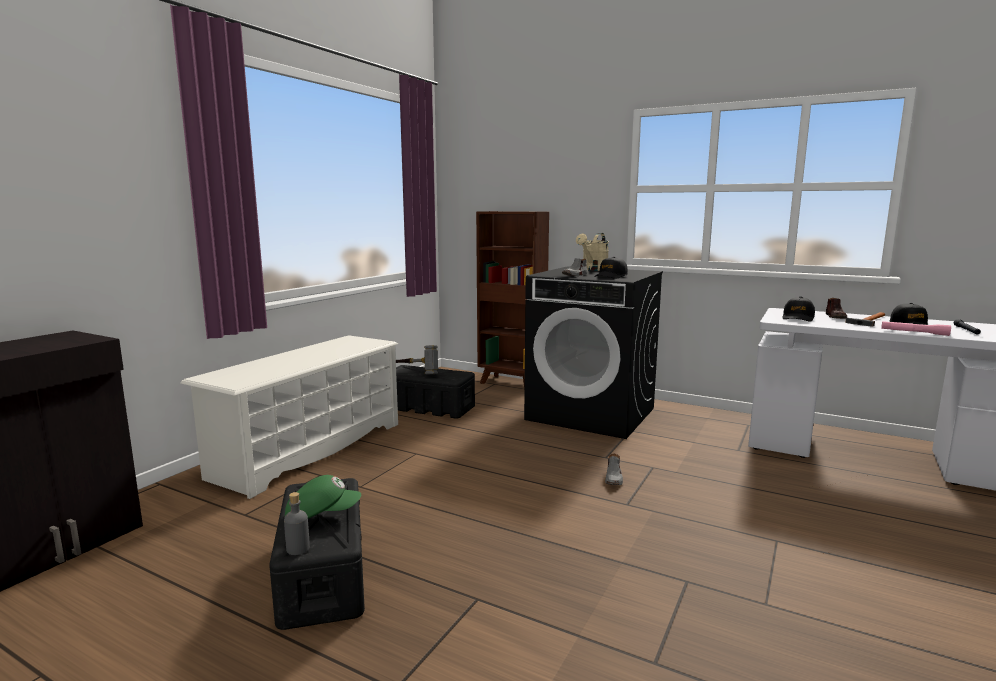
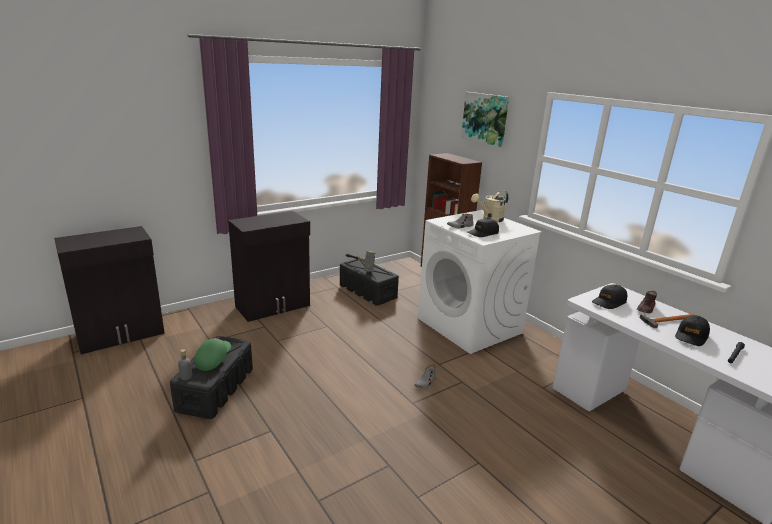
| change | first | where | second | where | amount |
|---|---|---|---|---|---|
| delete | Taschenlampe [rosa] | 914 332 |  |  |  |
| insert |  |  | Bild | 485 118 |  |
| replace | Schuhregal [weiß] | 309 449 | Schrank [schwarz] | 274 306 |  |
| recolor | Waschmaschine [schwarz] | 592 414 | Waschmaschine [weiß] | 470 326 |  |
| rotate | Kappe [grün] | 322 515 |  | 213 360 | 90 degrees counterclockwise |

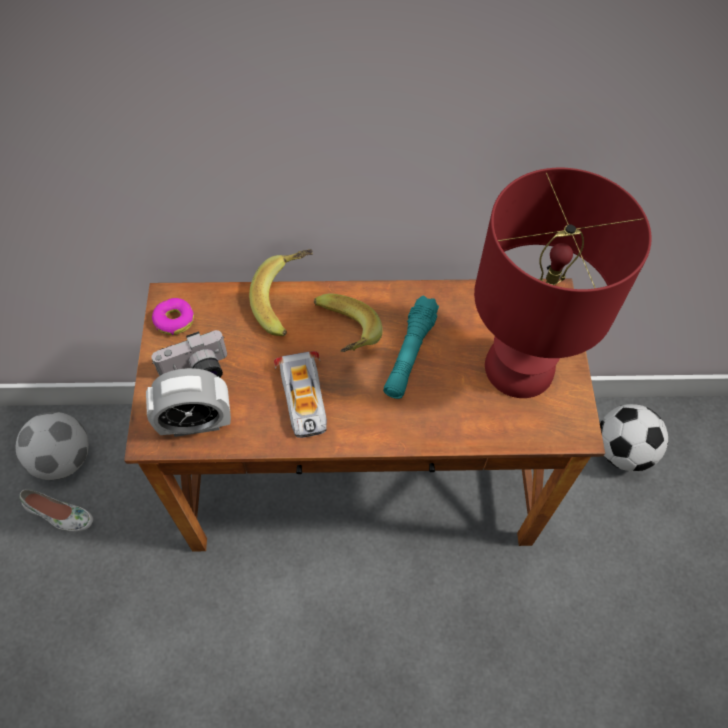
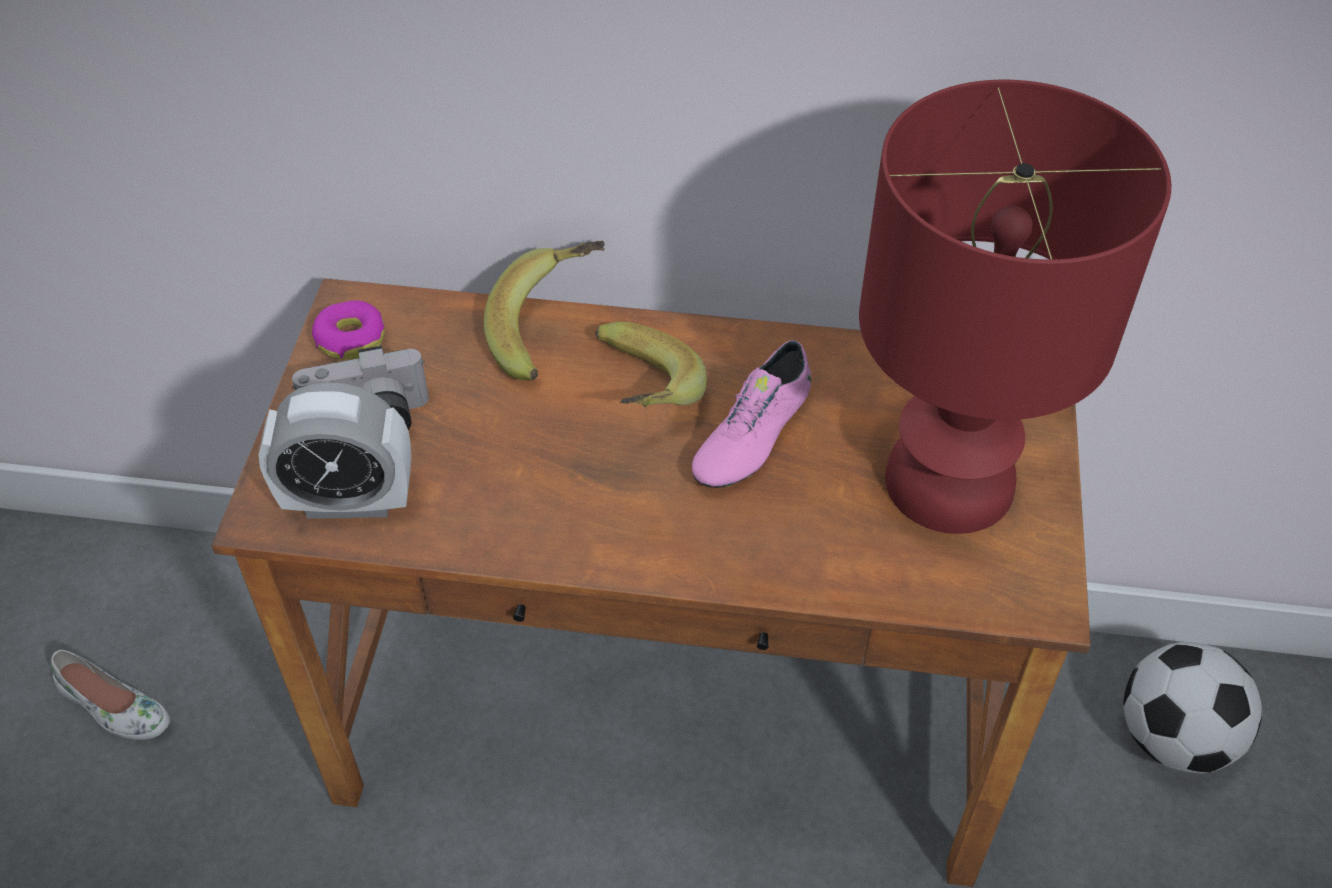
| change | first | where | second | where | amount |
|---|---|---|---|---|---|
| delete | Fußball | 64 459 |  |  |  |
| delete | Spielzeugauto | 304 398 |  |  |  |
| replace | Taschenlampe [türkis] | 410 353 | Schuh [rosa] | 751 436 |  |

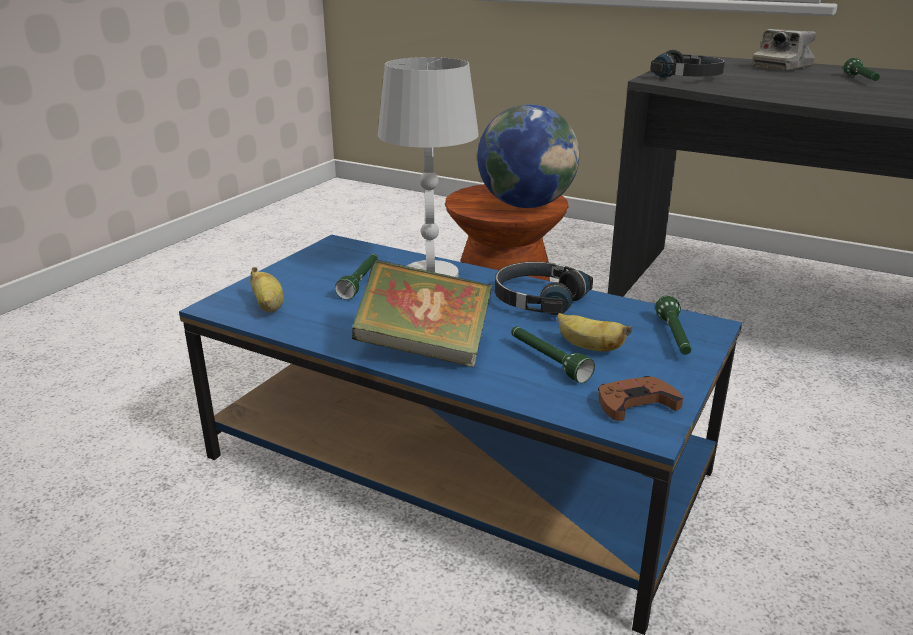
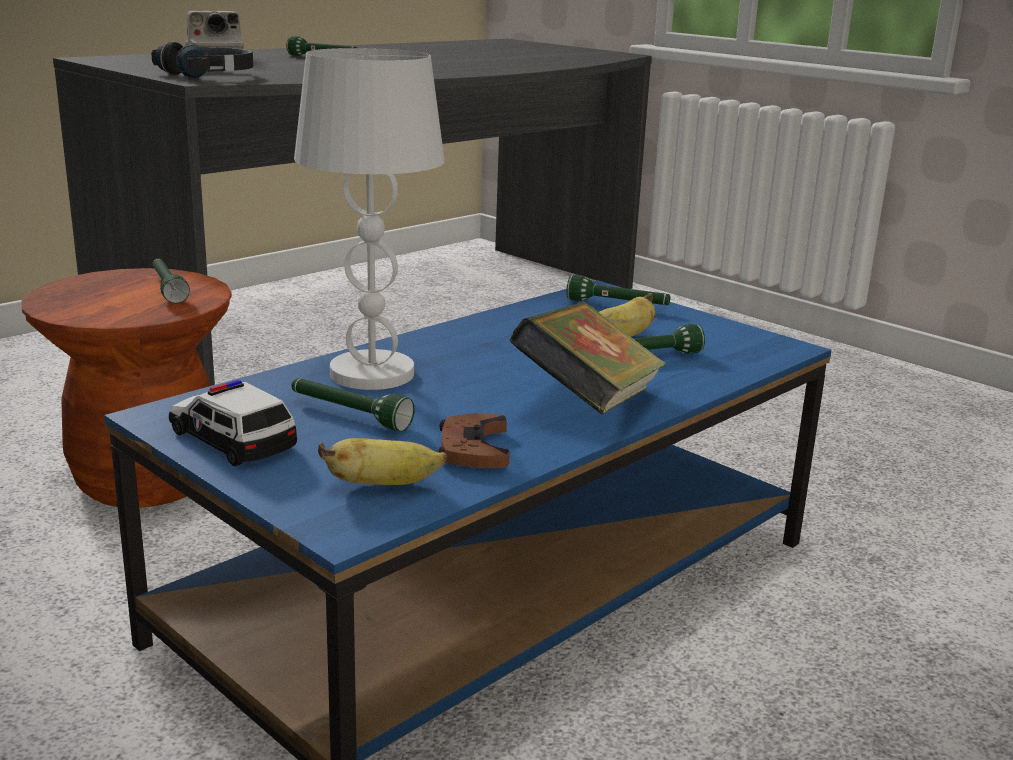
| change | first | where | second | where | amount |
|---|---|---|---|---|---|
| delete | Kopfhörer [schwarz] | 538 299 |  |  |  |
| insert |  |  | Spielzeugauto | 231 438 |  |
| move | Gamepad [braun] | 635 403 |  | 473 449 |  |
| replace | Globus | 525 205 | Taschenlampe [grün] | 167 289 |  |

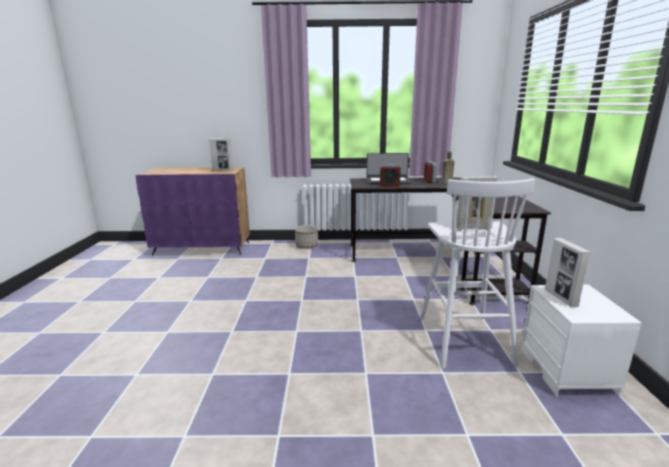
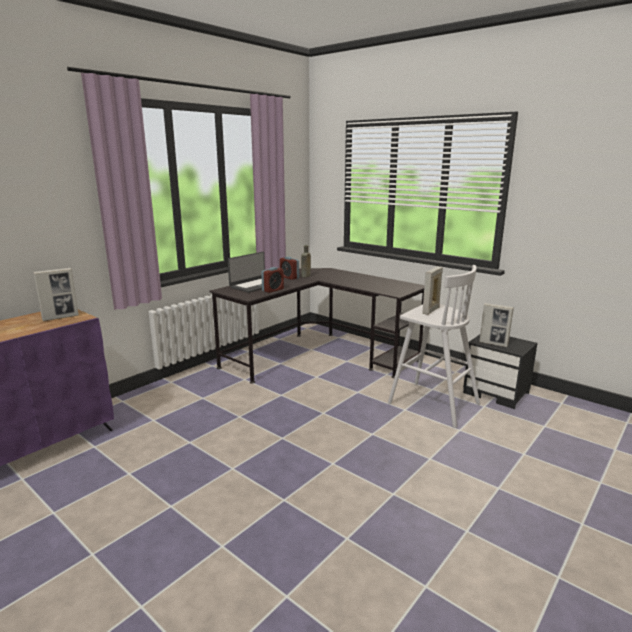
| change | first | where | second | where | amount |
|---|---|---|---|---|---|
| delete | Pflanzkübel | 307 246 |  |  |  |
| recolor | Nachttisch [weiß] | 568 371 | Nachttisch [schwarz] | 497 393 |  |

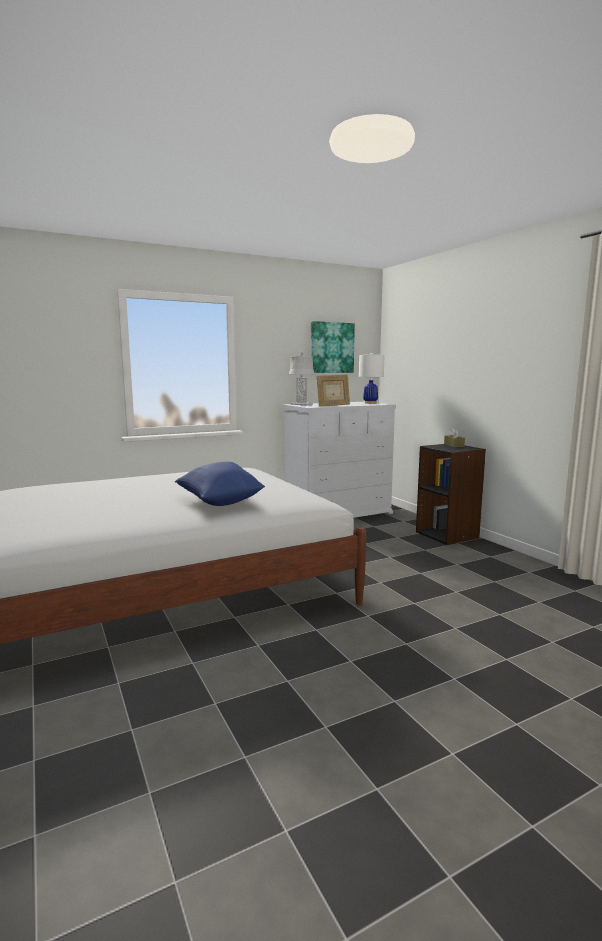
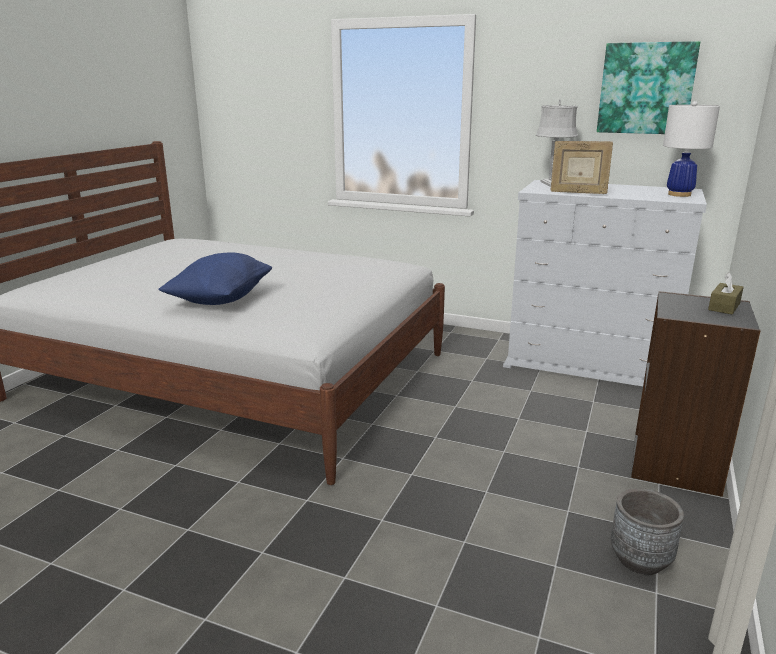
| change | first | where | second | where | amount |
|---|---|---|---|---|---|
| insert |  |  | Pflanzkübel [grau] | 640 560 |  |

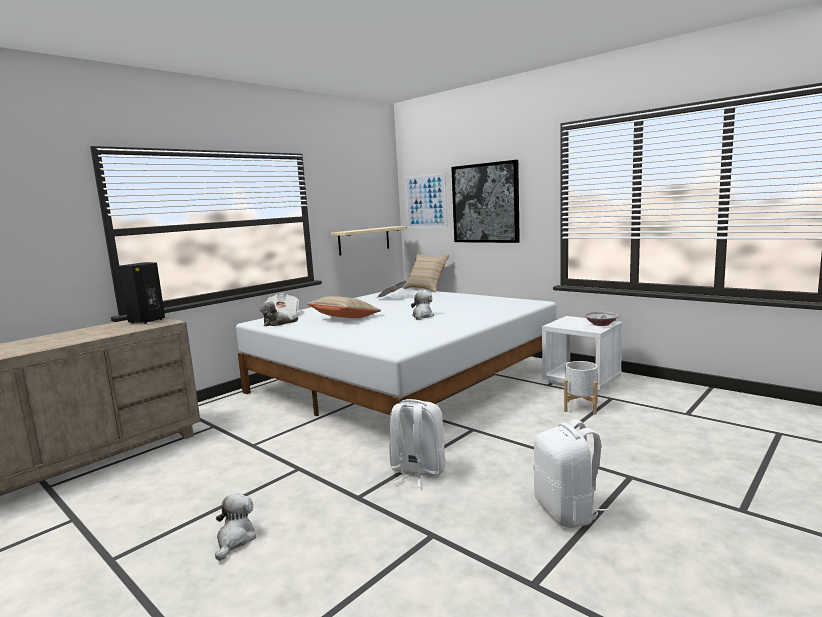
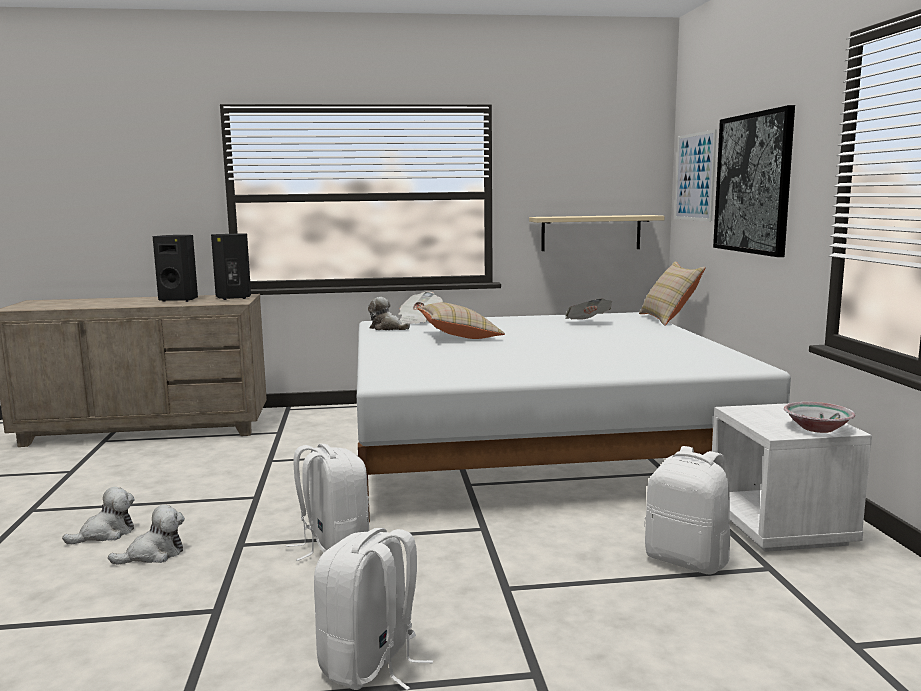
| change | first | where | second | where | amount |
|---|---|---|---|---|---|
| insert |  |  | Lautsprecher [schwarz] | 179 300 |  |
| move | Plüschtier | 422 316 |  | 154 554 |  |
| replace | Pflanzkübel [weiß] | 580 407 | Rucksack [weiß] | 687 560 |  |

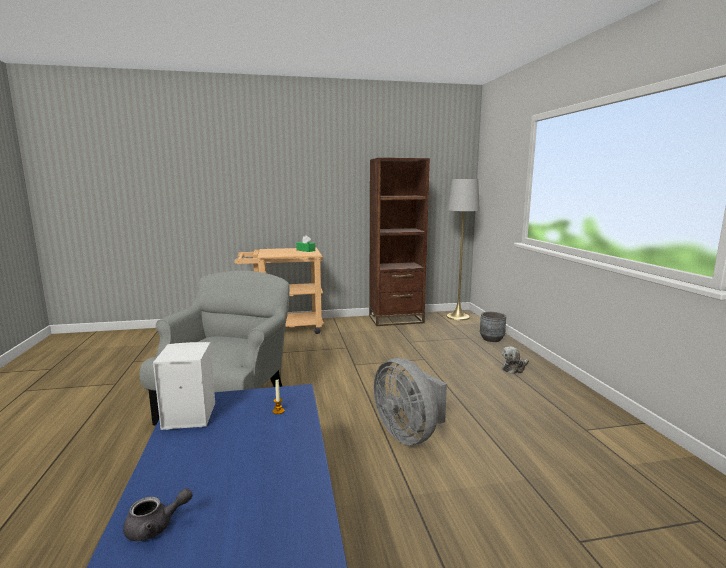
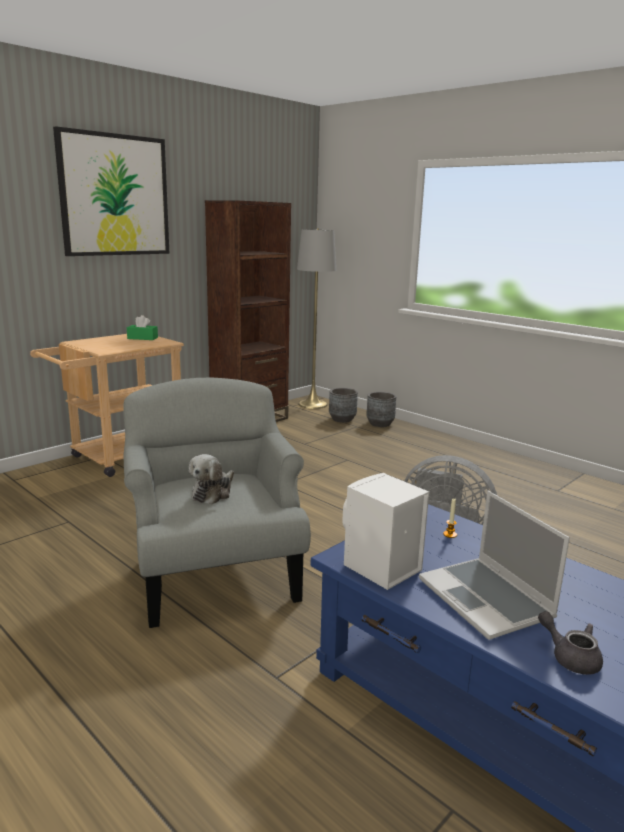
| change | first | where | second | where | amount |
|---|---|---|---|---|---|
| insert |  |  | Bild | 115 195 |  |
| insert |  |  | Pflanzkübel [grau] | 342 419 |  |
| insert |  |  | Laptop | 487 599 |  |
| move | Plüschtier | 514 368 |  | 213 493 |  |
| rotate | Teekanne [grau] | 156 527 |  | 570 657 | 75 degrees counterclockwise |

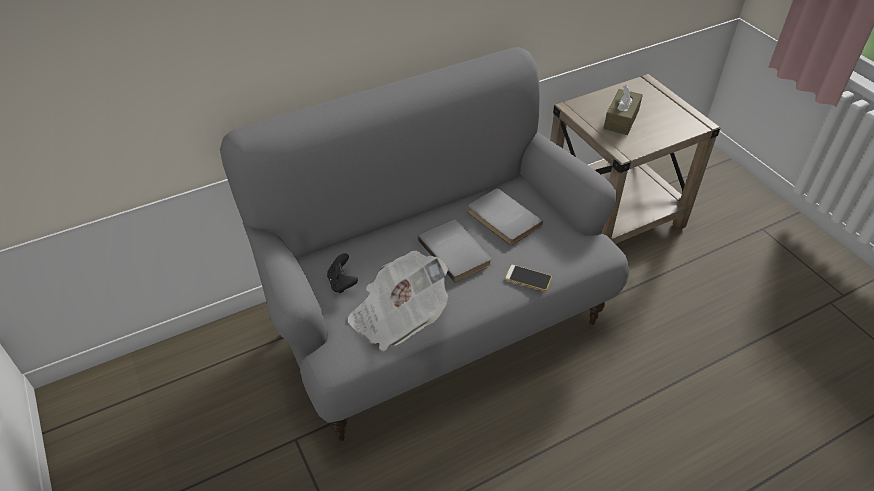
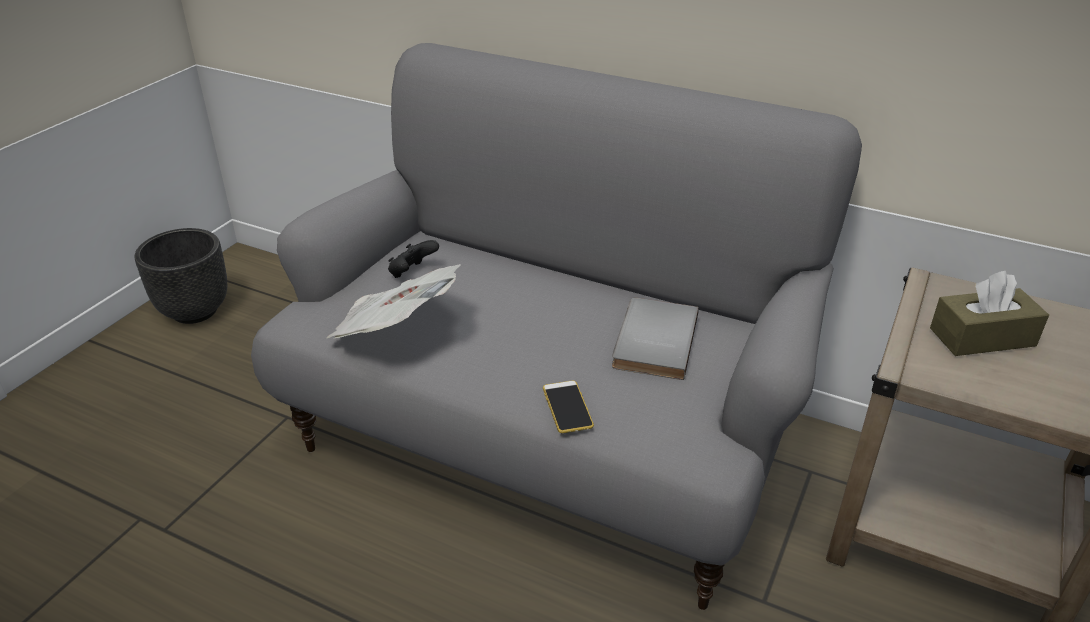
| change | first | where | second | where | amount |
|---|---|---|---|---|---|
| delete | Buch [grau] | 456 251 |  |  |  |
| insert |  |  | Pflanzkübel [schwarz] | 195 311 |  |

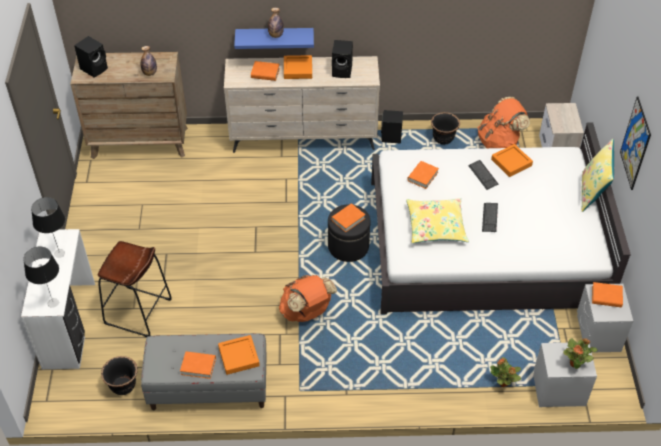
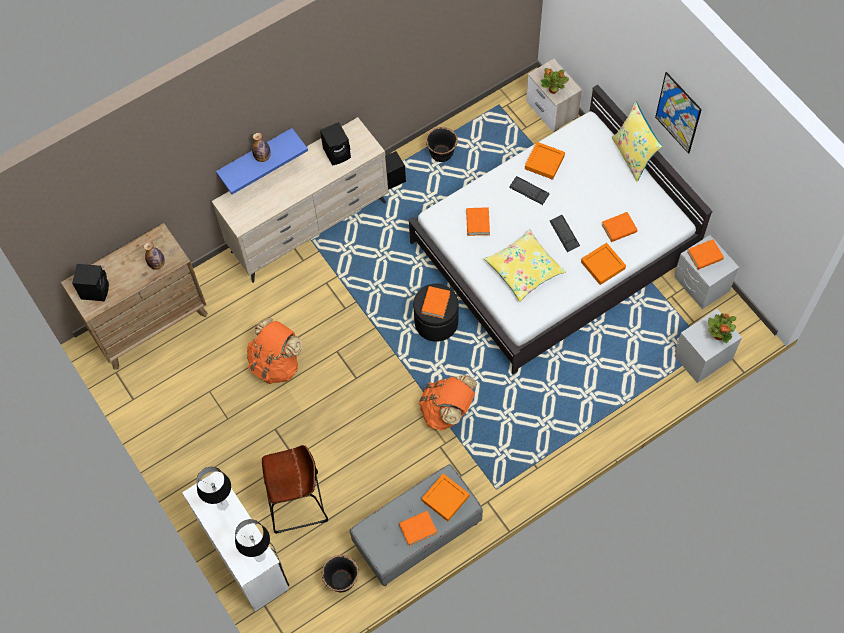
| change | first | where | second | where | amount |
|---|---|---|---|---|---|
| move | Buch [orange] | 265 73 |  | 619 228 |  |
| move | Tablett [orange] | 298 69 |  | 603 265 |  |
| move | Rucksack [orange] | 499 142 |  | 276 363 |  |
| move | Topfpflanze | 503 383 |  | 553 90 |  |

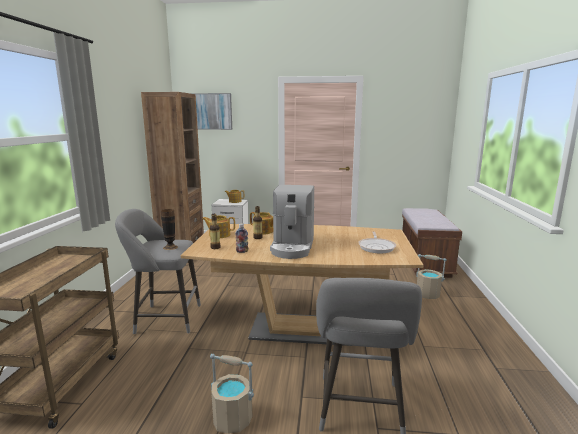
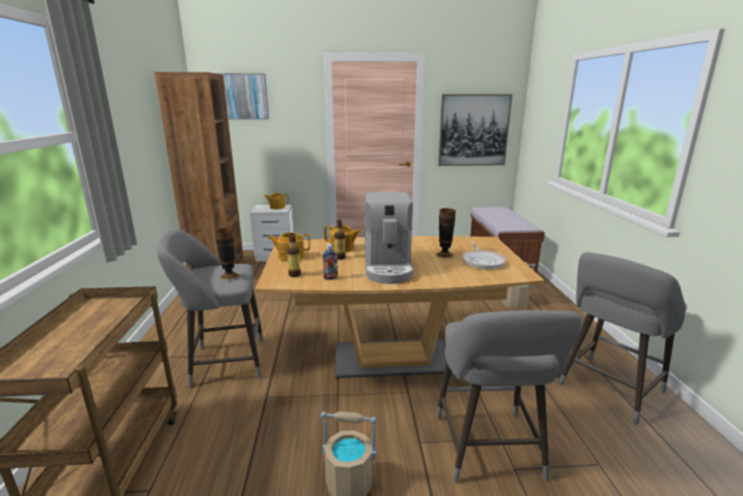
| change | first | where | second | where | amount |
|---|---|---|---|---|---|
| insert |  |  | Vase | 444 255 |  |
| insert |  |  | Bild | 473 130 |  |
| insert |  |  | Hocker [grau] | 607 391 |  |

